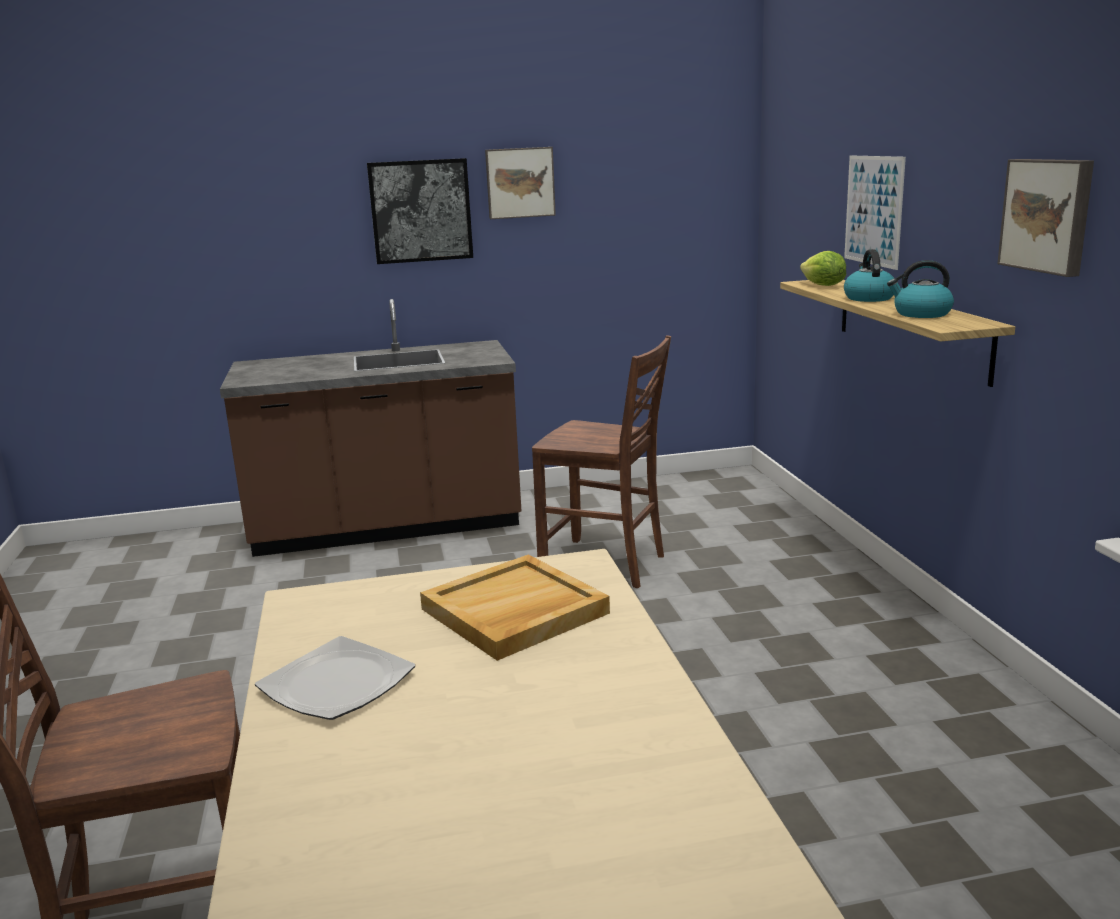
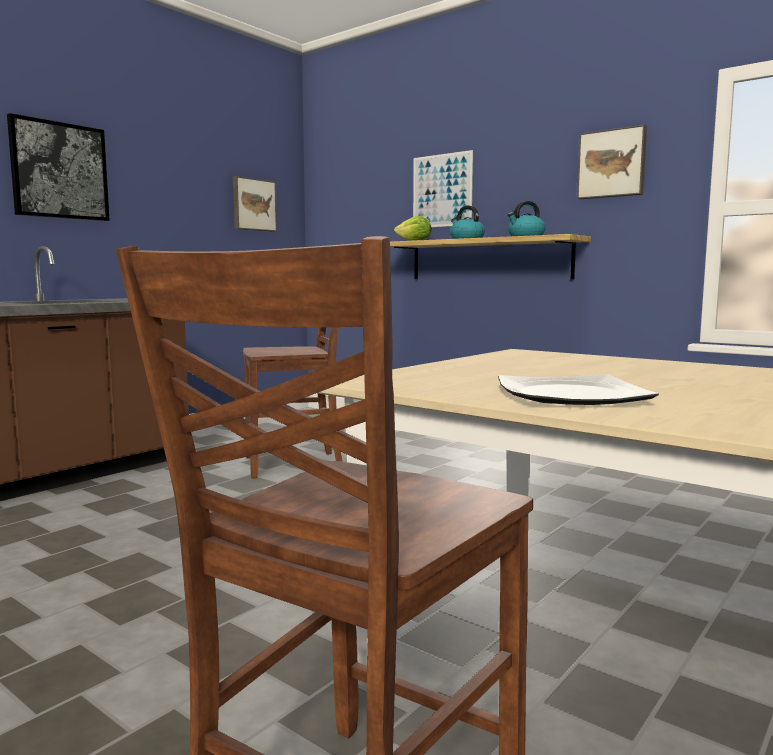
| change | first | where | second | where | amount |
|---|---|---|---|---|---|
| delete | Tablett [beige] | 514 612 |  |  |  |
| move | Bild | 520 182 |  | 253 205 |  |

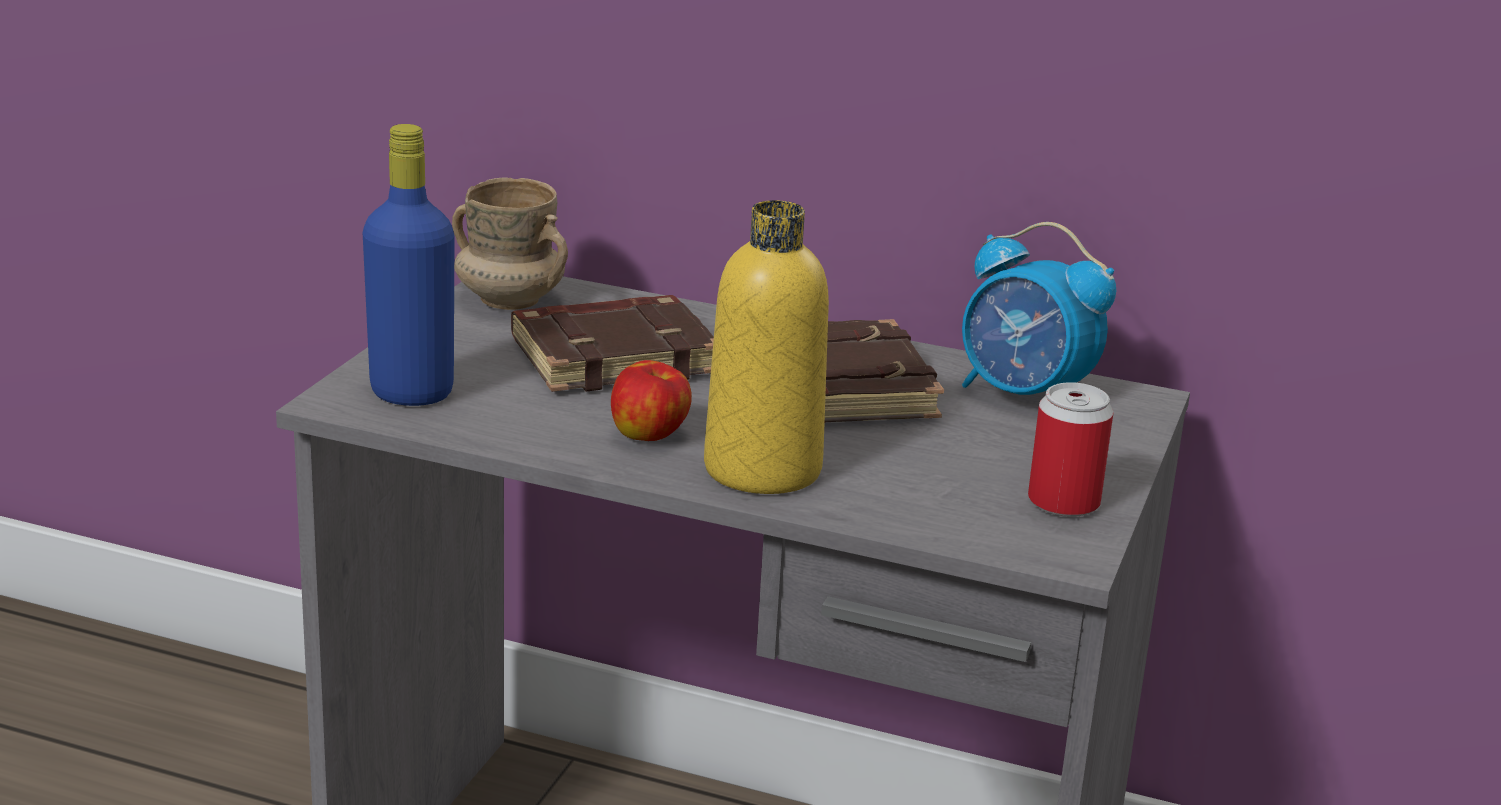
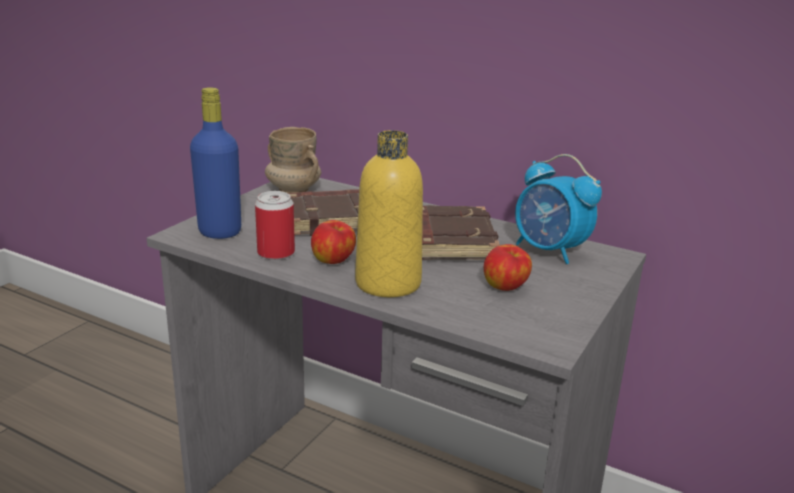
| change | first | where | second | where | amount |
|---|---|---|---|---|---|
| insert |  |  | Apfel | 505 287 |  |
| move | Dose | 1063 502 |  | 276 253 |  |

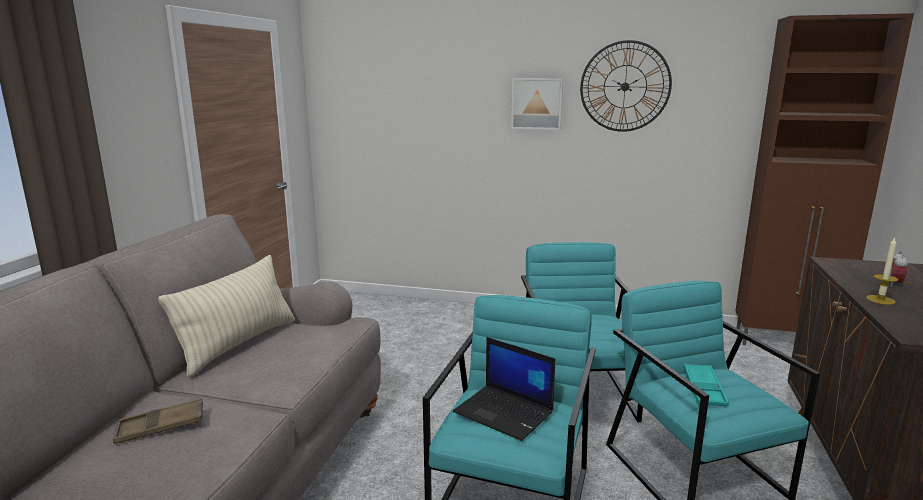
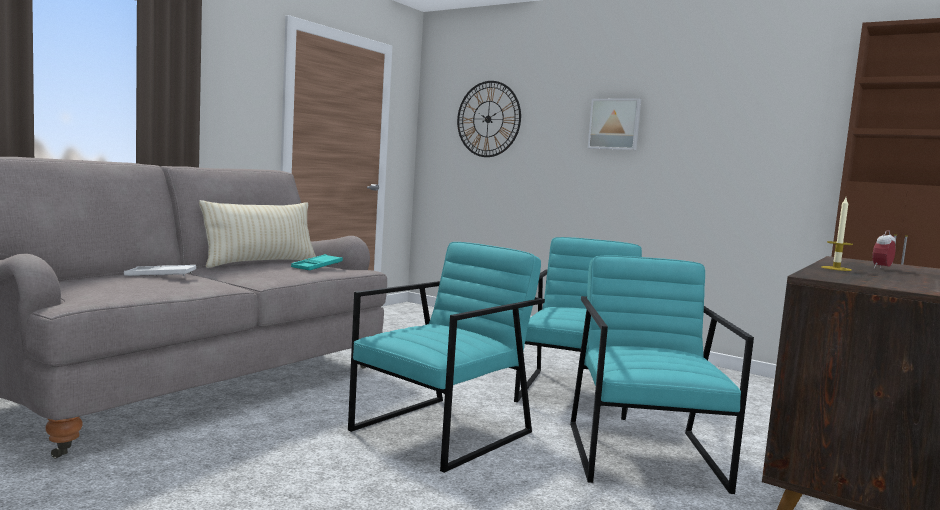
| change | first | where | second | where | amount |
|---|---|---|---|---|---|
| delete | Laptop | 505 412 |  |  |  |
| move | Wanduhr | 625 86 |  | 488 119 |  |
| move | Tablett [türkis] | 704 389 |  | 317 266 |  |
| recolor | Tablett [braun] | 161 426 | Tablett [weiß] | 160 275 |  |

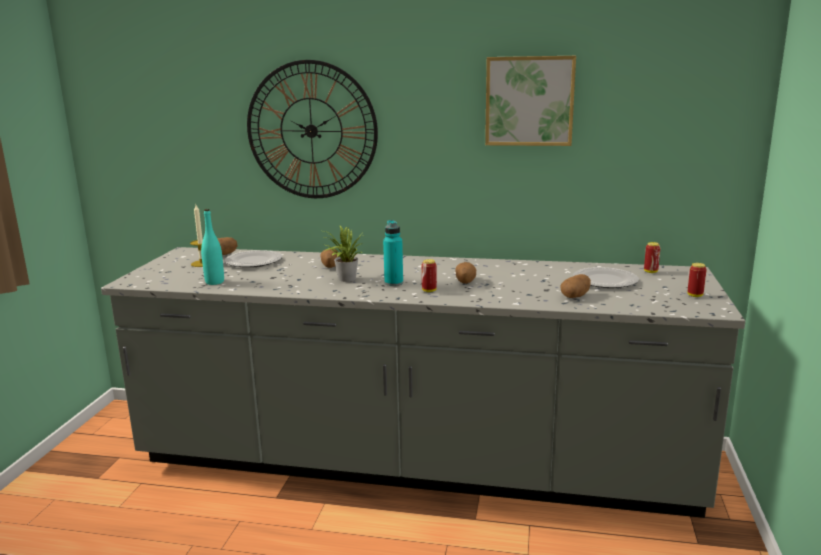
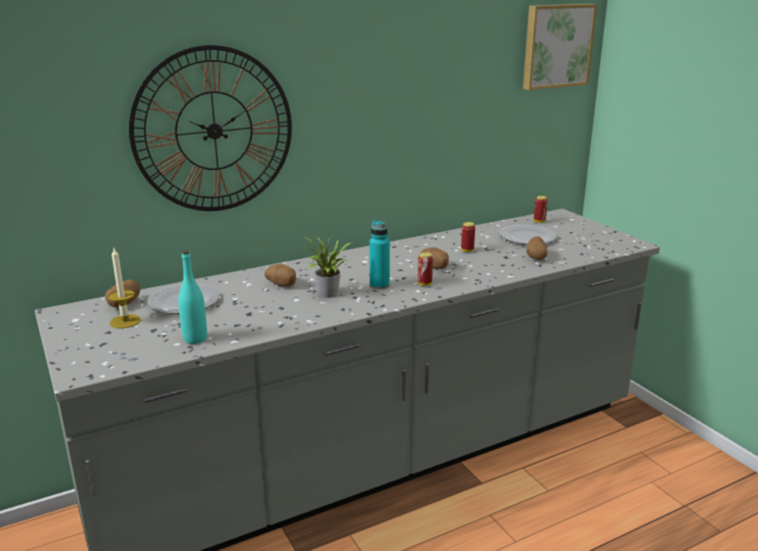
| change | first | where | second | where | amount |
|---|---|---|---|---|---|
| move | Bild | 529 101 |  | 556 46 |  |
| move | Dose | 695 295 |  | 467 250 |  |

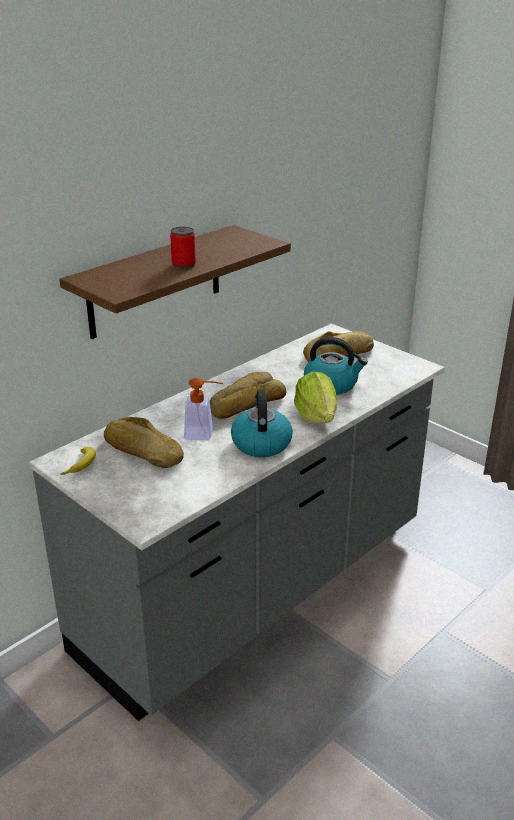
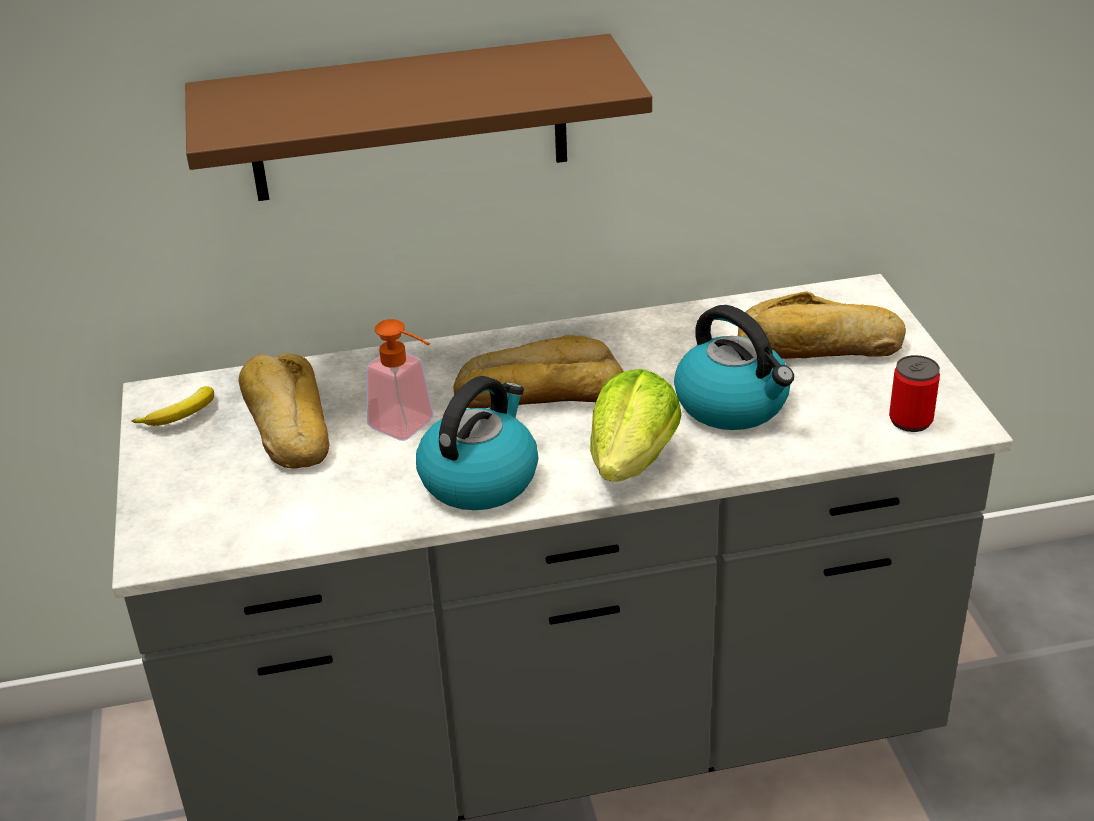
| change | first | where | second | where | amount |
|---|---|---|---|---|---|
| move | Dose | 183 264 |  | 910 420 |  |

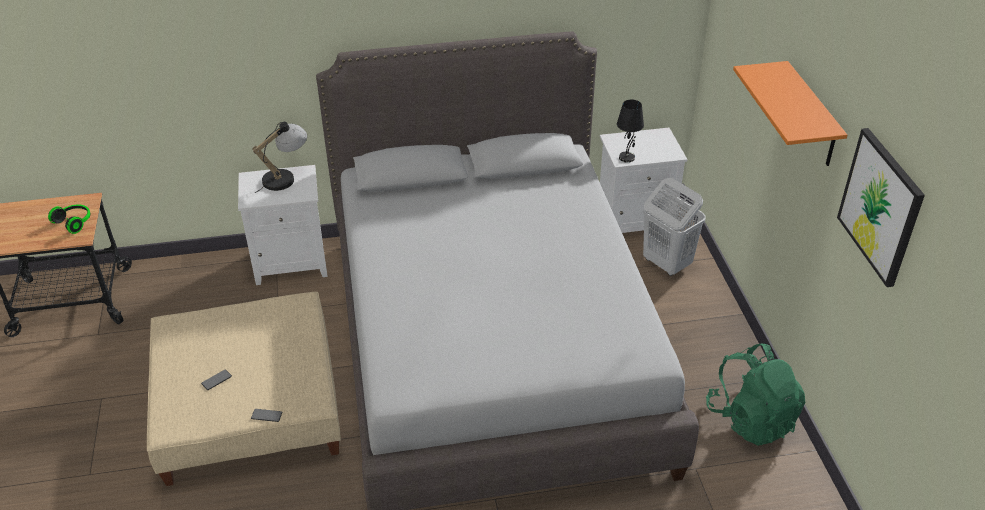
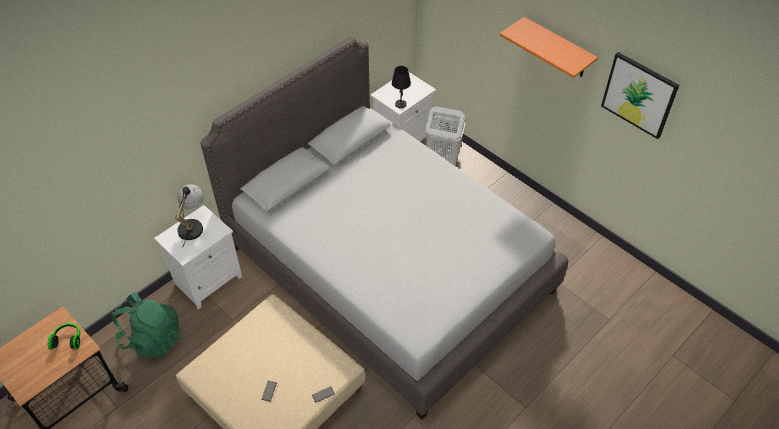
| change | first | where | second | where | amount |
|---|---|---|---|---|---|
| move | Rucksack [grün] | 751 419 |  | 152 338 |  |

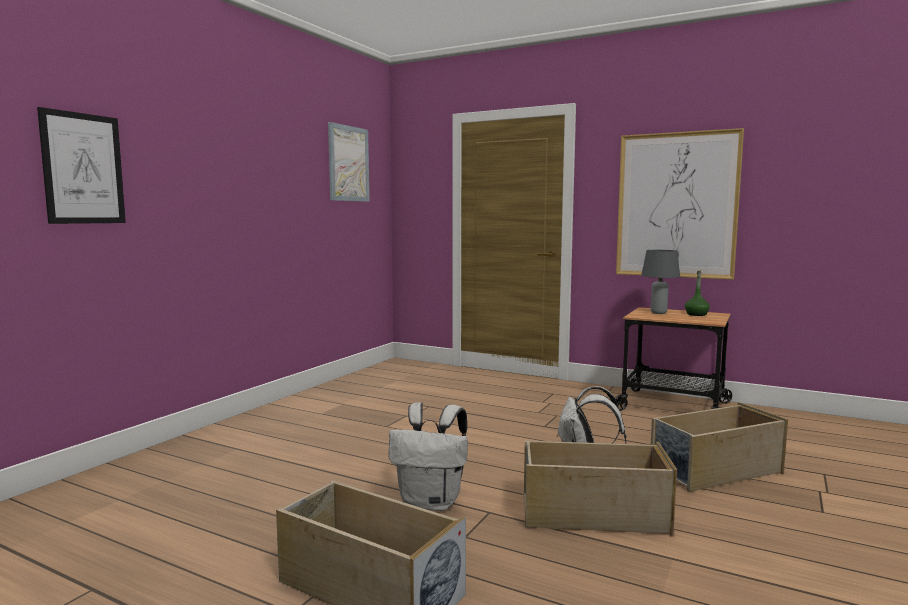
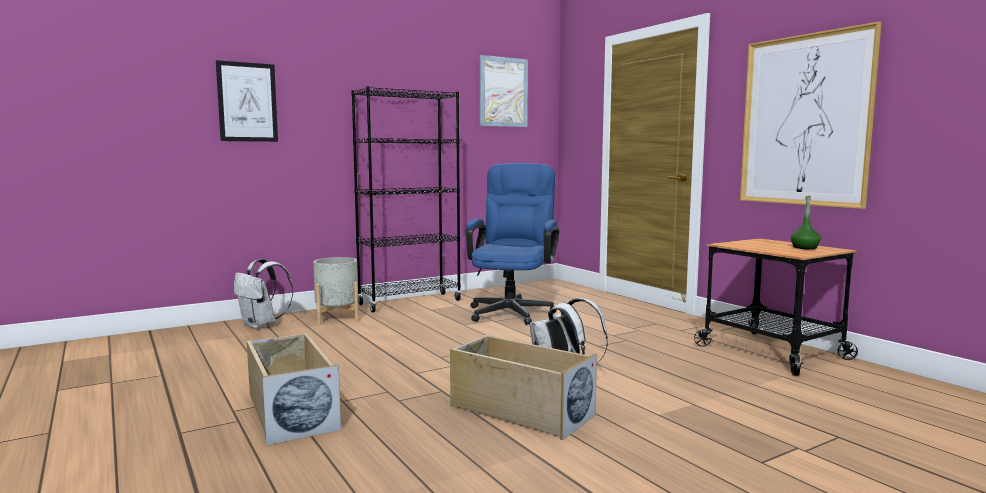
| change | first | where | second | where | amount |
|---|---|---|---|---|---|
| delete | Tischlampe [grau] | 658 313 |  |  |  |
| delete | Aufbewahrungsbox [beige] | 714 471 |  |  |  |
| insert |  |  | Pflanzkübel [grau] | 337 317 |  |
| insert |  |  | Bücherregal [schwarz] | 410 302 |  |
| insert |  |  | Bürostuhl [blau] | 512 311 |  |
| move | Rucksack [weiß] | 432 502 |  | 261 325 |  |

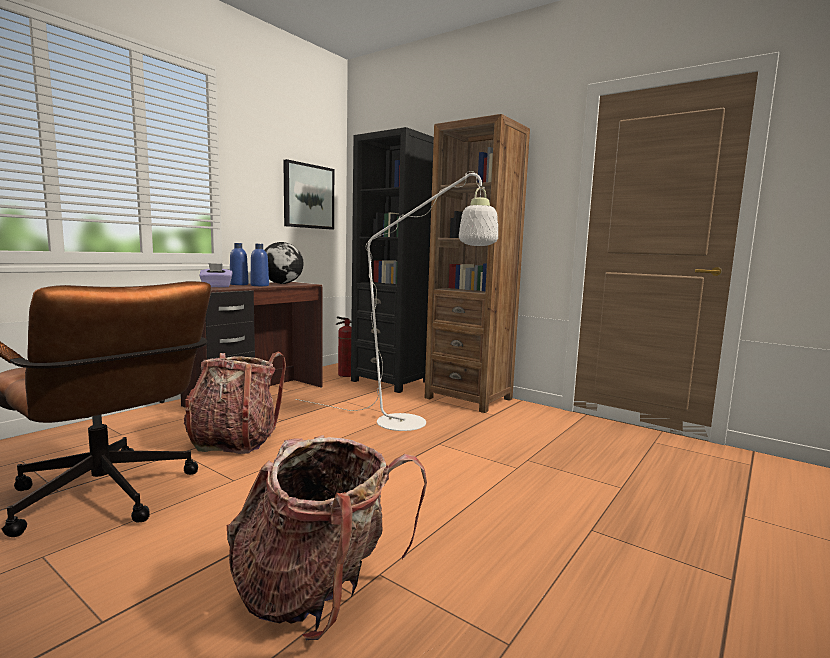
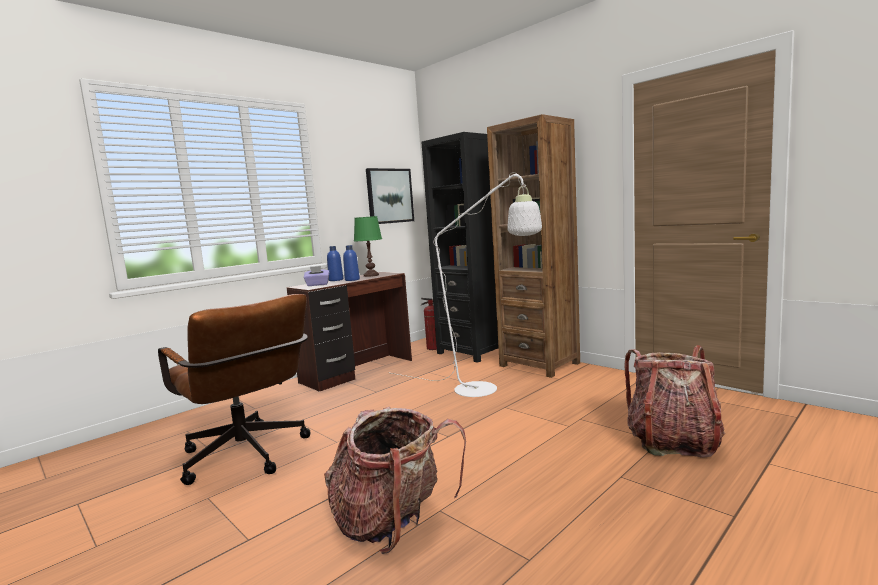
| change | first | where | second | where | amount |
|---|---|---|---|---|---|
| move | Rucksack | 234 441 |  | 672 442 |  |
| replace | Globus | 282 283 | Tischlampe [grün] | 371 275 |  |

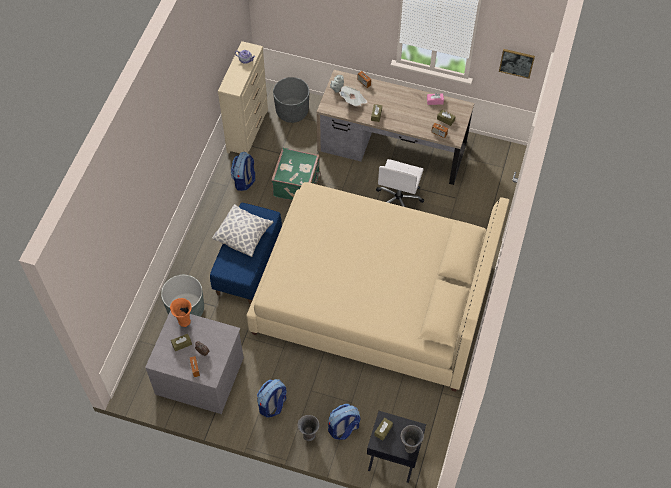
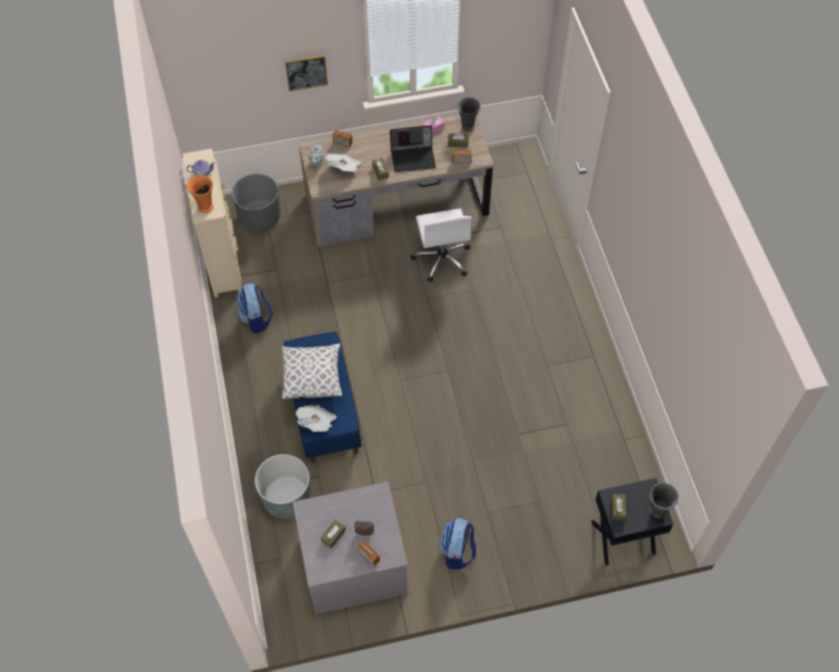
| change | first | where | second | where | amount |
|---|---|---|---|---|---|
| delete | Bett [beige] | 374 298 |  |  |  |
| delete | Koffer [grün] | 297 184 |  |  |  |
| delete | Rucksack | 343 428 |  |  |  |
| insert |  |  | Zeitung | 317 422 |  |
| insert |  |  | Laptop | 413 157 |  |
| move | Vase [orange] | 184 321 |  | 205 207 |  |
| move | Vase [grau] | 308 435 |  | 467 127 |  |
| move | Bild | 516 63 |  | 306 72 |  |

